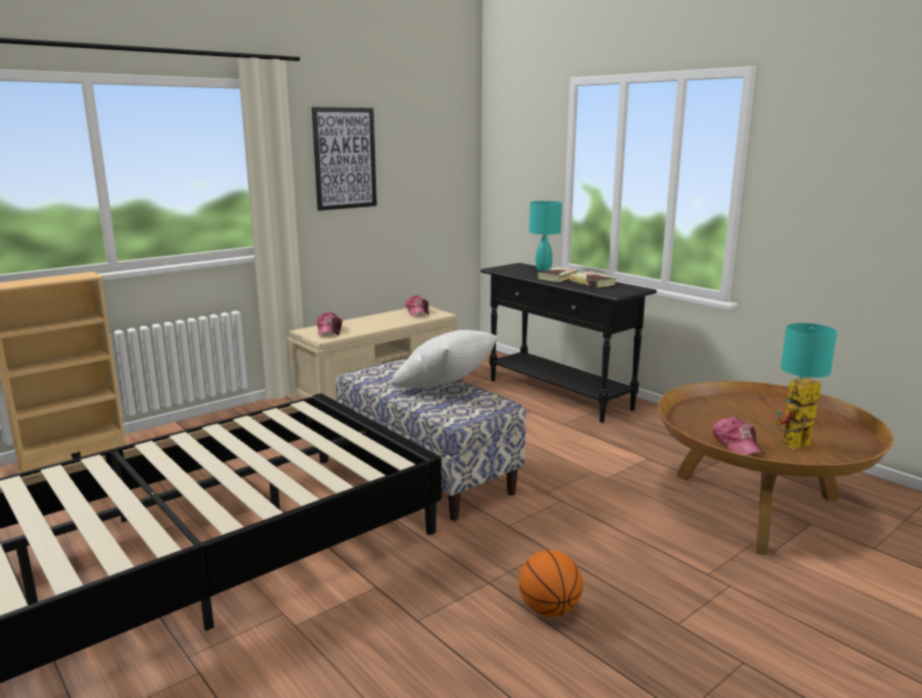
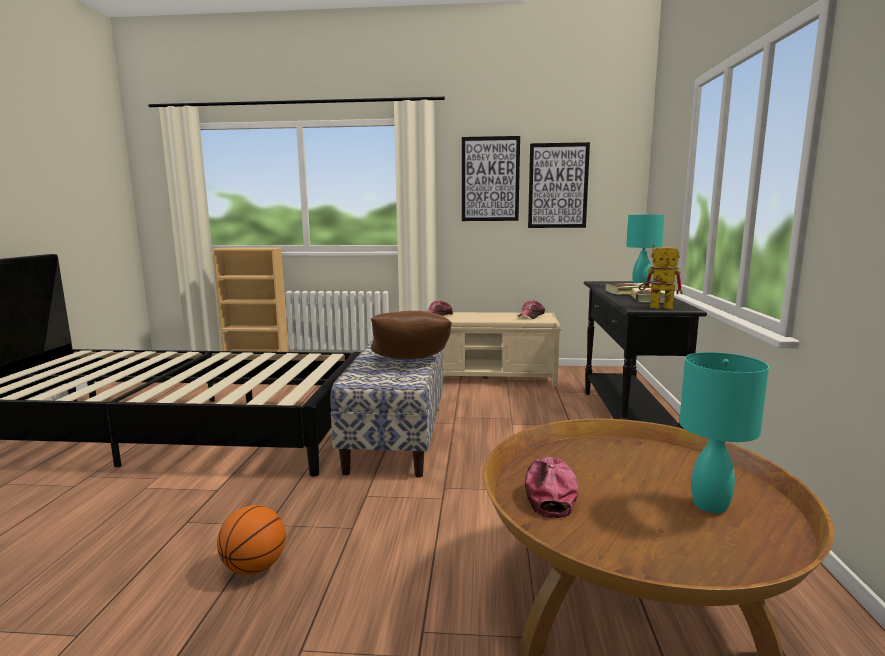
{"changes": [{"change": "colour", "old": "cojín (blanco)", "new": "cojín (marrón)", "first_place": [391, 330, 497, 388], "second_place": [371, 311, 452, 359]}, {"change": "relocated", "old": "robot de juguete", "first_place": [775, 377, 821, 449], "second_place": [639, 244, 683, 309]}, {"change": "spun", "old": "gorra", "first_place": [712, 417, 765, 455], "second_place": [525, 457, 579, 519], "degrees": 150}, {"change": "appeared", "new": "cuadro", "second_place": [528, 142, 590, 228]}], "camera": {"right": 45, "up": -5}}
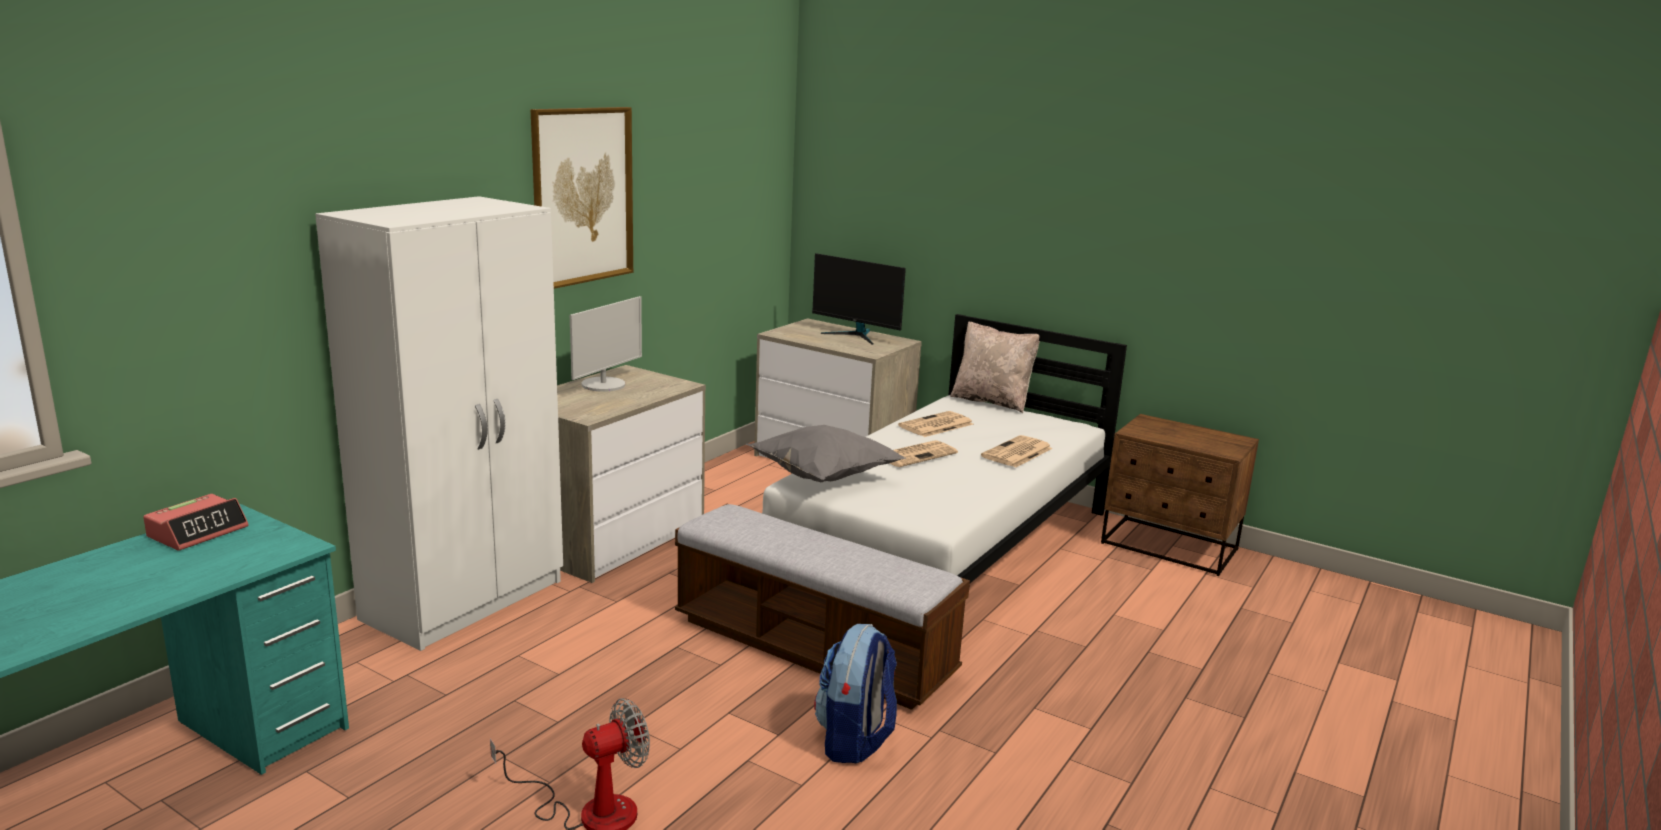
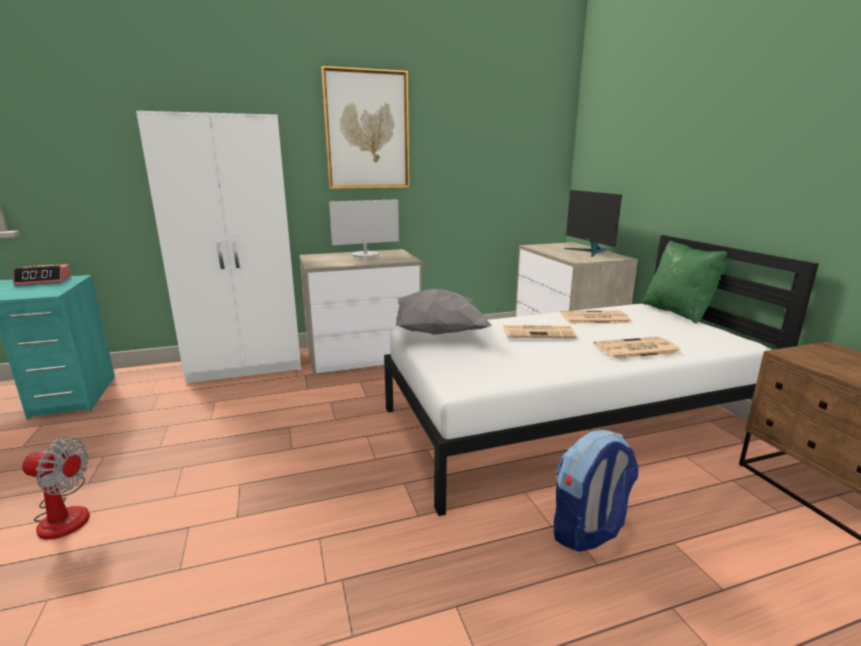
{"changes": [{"change": "colour", "old": "cojín (beis)", "new": "cojín (verde)", "first_place": [950, 322, 1040, 413], "second_place": [643, 241, 729, 324]}, {"change": "missing", "old": "banco", "first_place": [675, 504, 970, 710]}, {"change": "relocated", "old": "mochila", "first_place": [814, 624, 897, 763], "second_place": [554, 430, 639, 552]}], "camera": {"right": 40, "up": 0}}
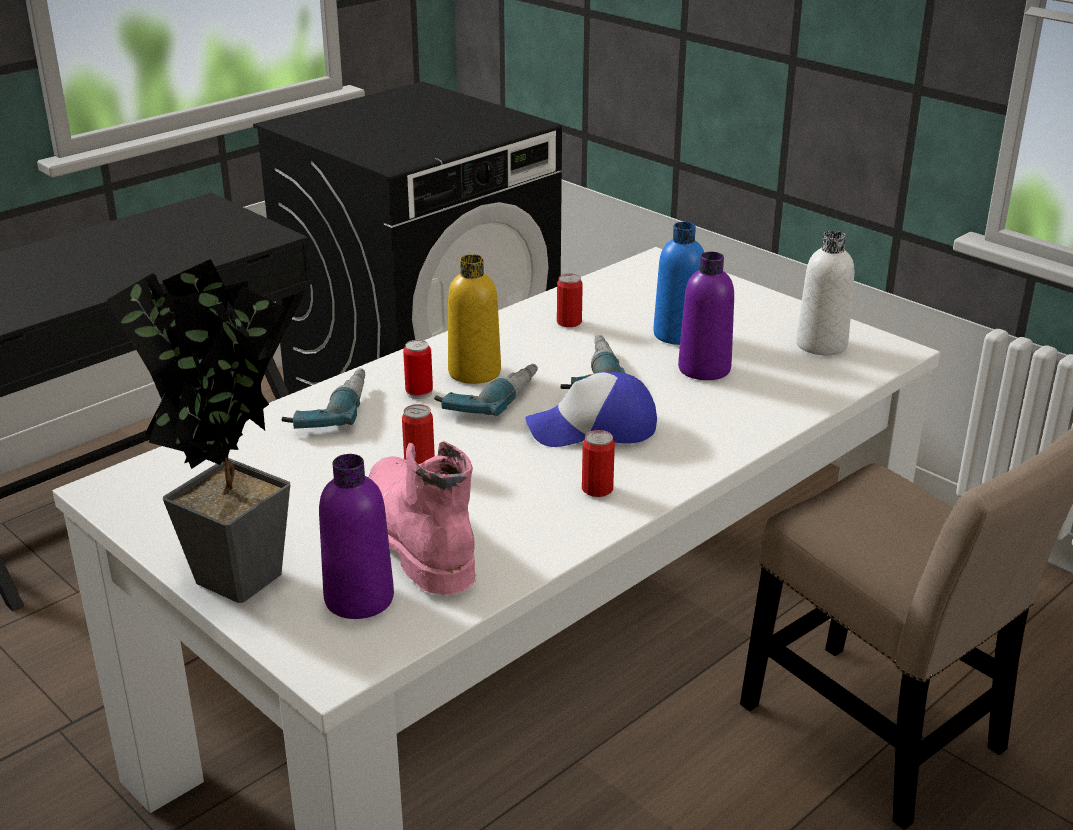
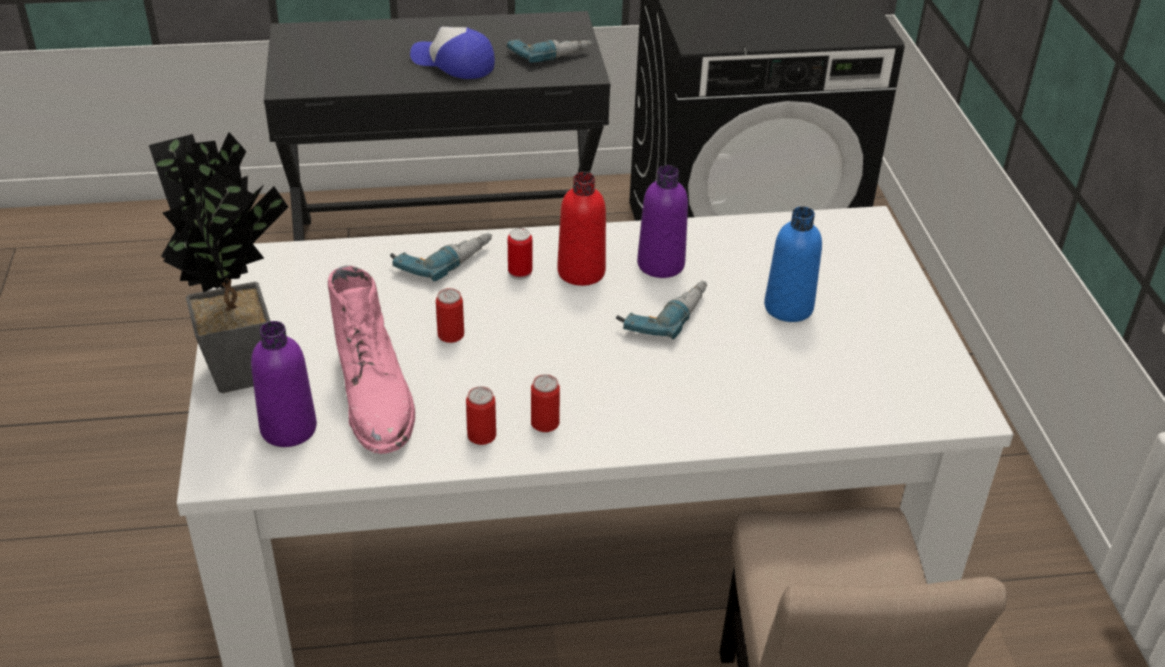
{"changes": [{"change": "missing", "old": "botella (blanco)", "first_place": [796, 231, 854, 355]}, {"change": "relocated", "old": "botella (morado)", "first_place": [678, 252, 734, 380], "second_place": [637, 165, 688, 278]}, {"change": "colour", "old": "botella (amarillo)", "new": "botella (rojo)", "first_place": [448, 255, 501, 384], "second_place": [557, 172, 606, 286]}, {"change": "relocated", "old": "lata", "first_place": [557, 273, 583, 327], "second_place": [466, 386, 496, 445]}, {"change": "relocated", "old": "taladro", "first_place": [434, 364, 538, 416], "second_place": [507, 38, 593, 63]}, {"change": "relocated", "old": "gorra", "first_place": [525, 372, 657, 447], "second_place": [410, 27, 495, 79]}, {"change": "spun", "old": "bota (rosa)", "first_place": [368, 441, 476, 595], "second_place": [328, 265, 415, 454], "degrees": 150}], "camera": {"right": 35, "up": 10}}
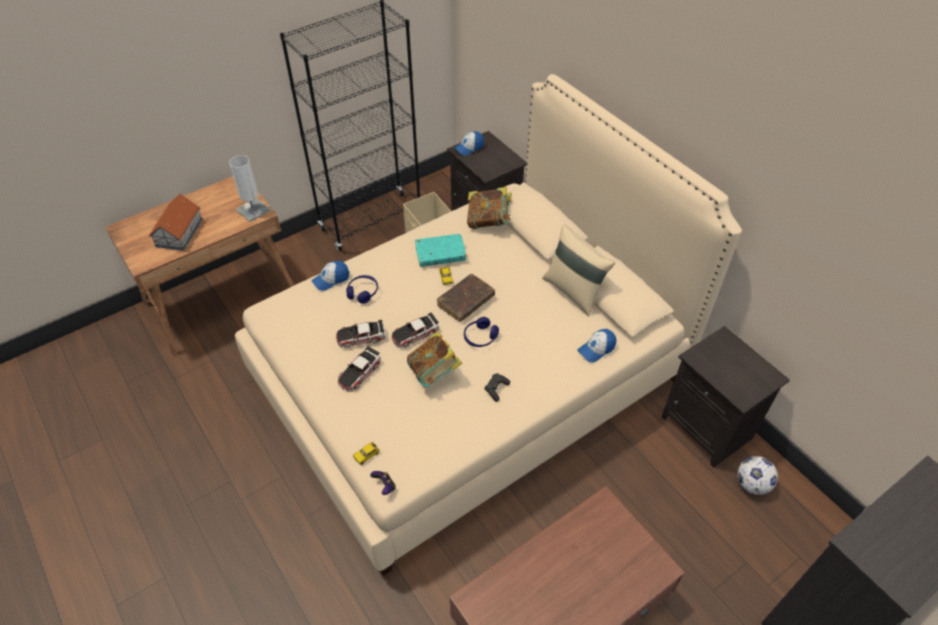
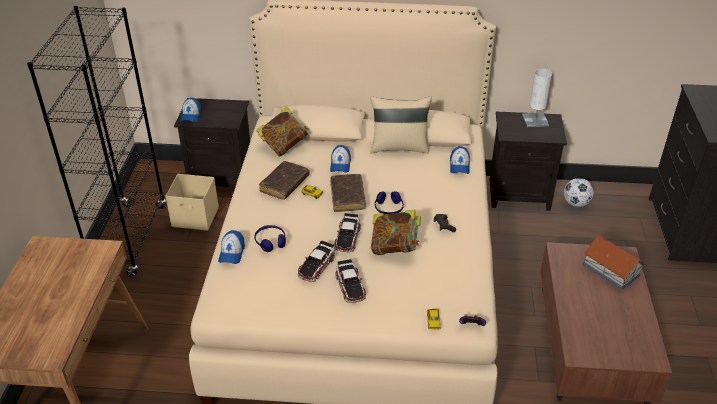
{"changes": [{"change": "relocated", "old": "lámpara de mesa (blanco)", "first_place": [229, 155, 270, 222], "second_place": [522, 69, 552, 127]}, {"change": "relocated", "old": "casita", "first_place": [149, 194, 203, 251], "second_place": [583, 235, 645, 290]}, {"change": "colour", "old": "libro (turquesa)", "new": "libro (marrón)", "first_place": [415, 234, 466, 267], "second_place": [259, 161, 310, 200]}, {"change": "appeared", "new": "gorra", "second_place": [330, 145, 351, 173]}], "camera": {"right": -50, "up": -10}}
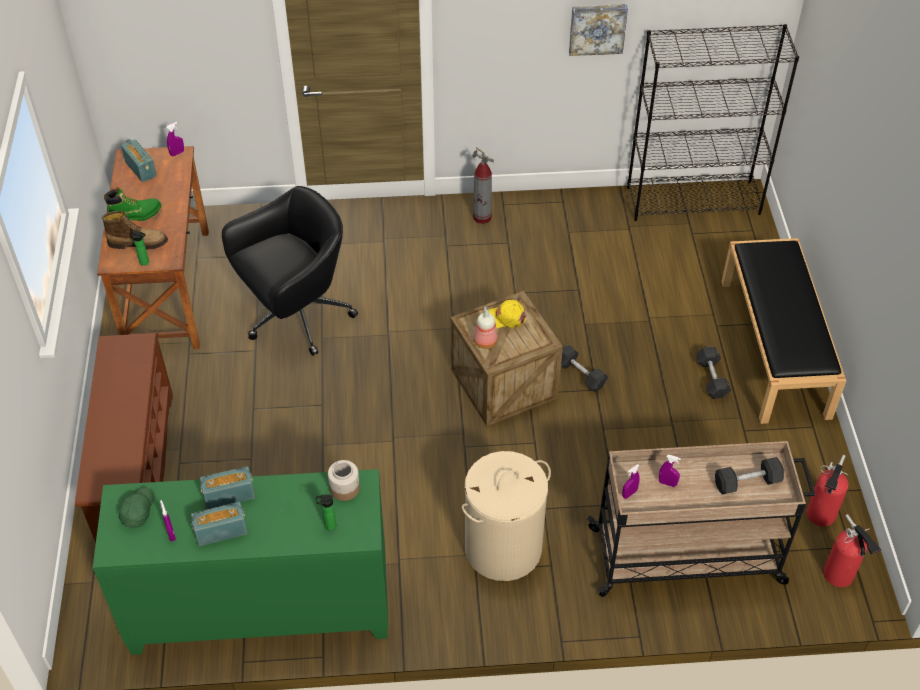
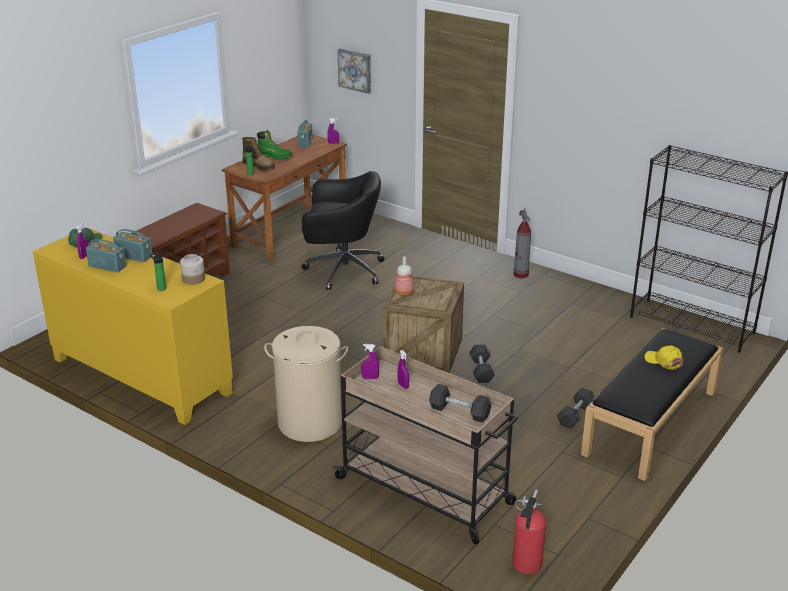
{"changes": [{"change": "relocated", "old": "cuadro", "first_place": [569, 4, 628, 56], "second_place": [337, 48, 371, 94]}, {"change": "relocated", "old": "gorra (amarillo)", "first_place": [489, 300, 527, 328], "second_place": [645, 345, 684, 370]}, {"change": "missing", "old": "extintor", "first_place": [806, 455, 849, 526]}, {"change": "colour", "old": "armario (verde)", "new": "armario (amarillo)", "first_place": [93, 469, 388, 655], "second_place": [32, 227, 233, 425]}], "camera": {"right": 40, "up": -20}}
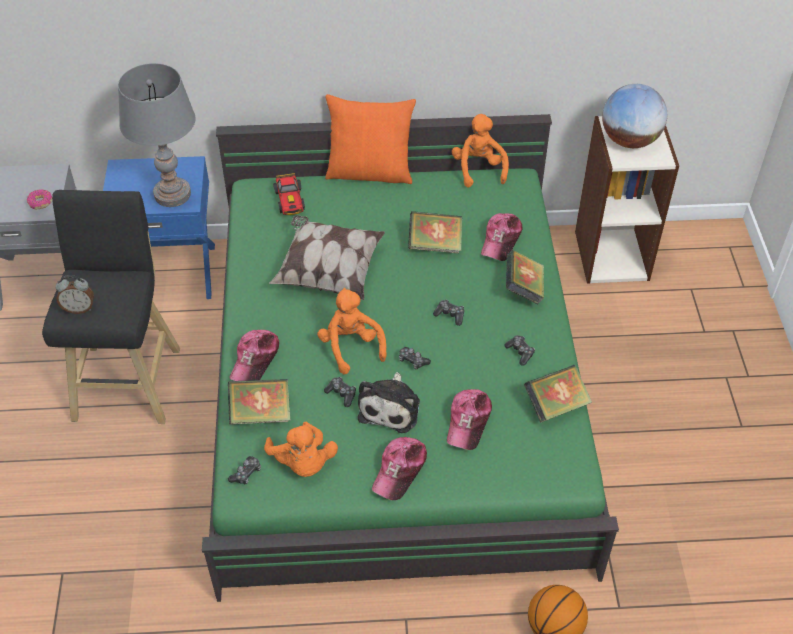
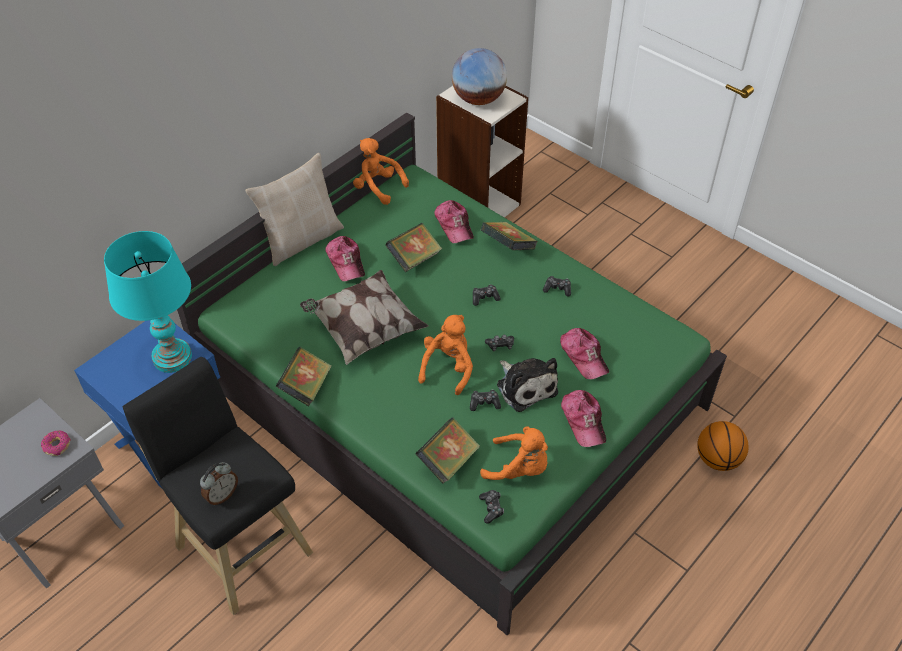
{"changes": [{"change": "colour", "old": "lámpara de mesa (gris)", "new": "lámpara de mesa (turquesa)", "first_place": [118, 63, 196, 207], "second_place": [104, 231, 192, 373]}, {"change": "colour", "old": "cojín (naranja)", "new": "cojín (beis)", "first_place": [325, 94, 416, 184], "second_place": [246, 153, 344, 266]}, {"change": "missing", "old": "coche de juguete", "first_place": [273, 173, 305, 215]}, {"change": "spun", "old": "peluche (naranja)", "first_place": [317, 288, 387, 374], "second_place": [418, 315, 473, 395], "degrees": 90}, {"change": "relocated", "old": "gorra", "first_place": [229, 330, 279, 381], "second_place": [325, 236, 365, 281]}, {"change": "relocated", "old": "libro", "first_place": [524, 365, 592, 423], "second_place": [276, 347, 332, 406]}], "camera": {"right": -45, "up": 0}}
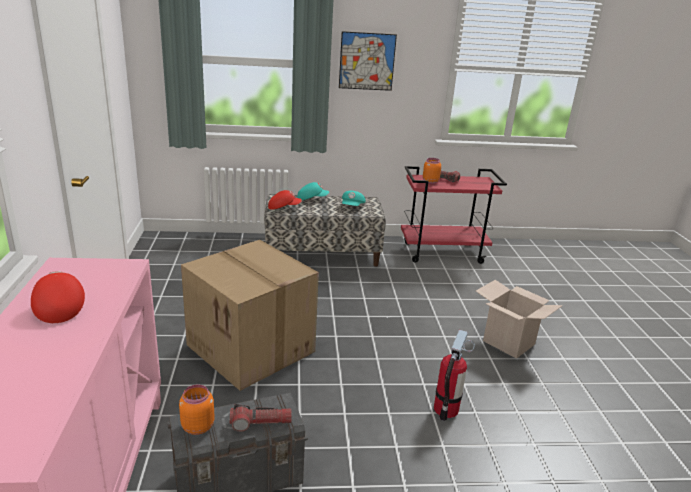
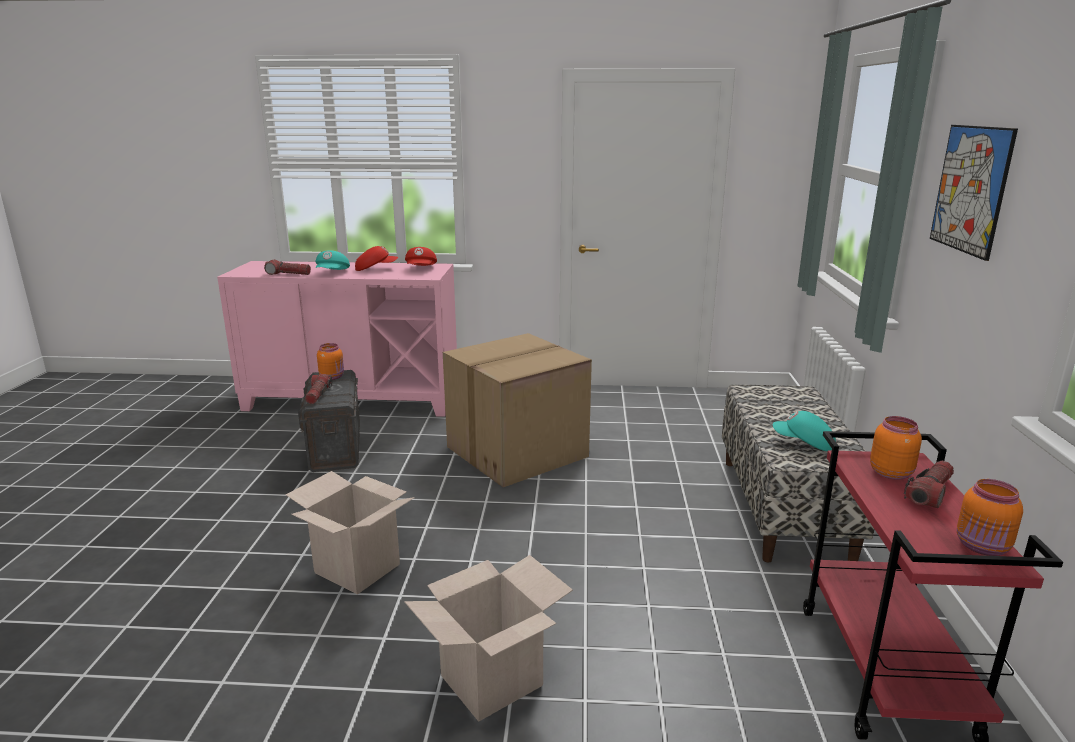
{"changes": [{"change": "relocated", "old": "gorra (turquesa)", "first_place": [297, 182, 329, 200], "second_place": [315, 250, 350, 270]}, {"change": "relocated", "old": "gorra (rojo)", "first_place": [268, 190, 302, 210], "second_place": [405, 247, 437, 266]}, {"change": "exchanged", "old": "extintor", "new": "caja de cartón", "first_place": [434, 330, 475, 421], "second_place": [286, 471, 415, 595]}, {"change": "appeared", "new": "linterna", "second_place": [264, 259, 311, 275]}, {"change": "appeared", "new": "tarro (naranja)", "second_place": [957, 479, 1023, 556]}], "camera": {"right": 100, "up": -5}}
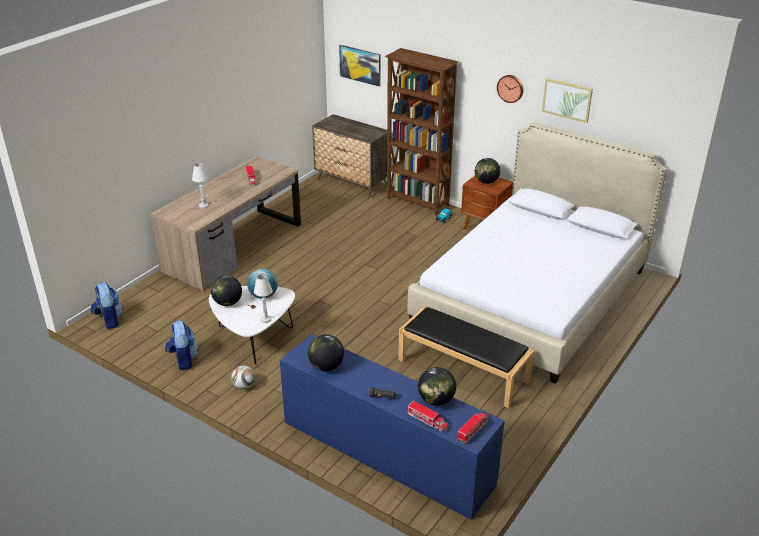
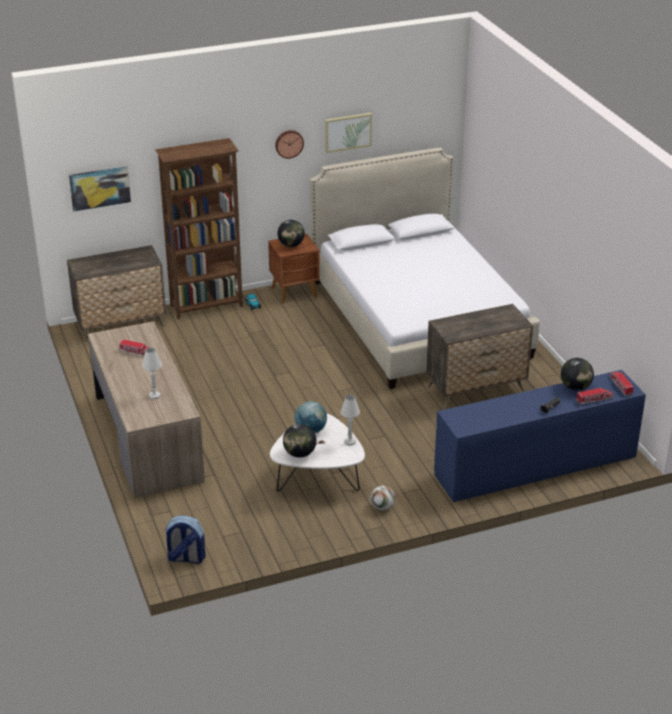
{"changes": [{"change": "exchanged", "old": "banco (negro)", "new": "cómoda", "first_place": [398, 306, 535, 408], "second_place": [426, 304, 533, 410]}, {"change": "missing", "old": "mochila", "first_place": [165, 320, 199, 370]}, {"change": "missing", "old": "globo terráqueo", "first_place": [308, 334, 344, 371]}], "camera": {"right": -55, "up": 0}}
